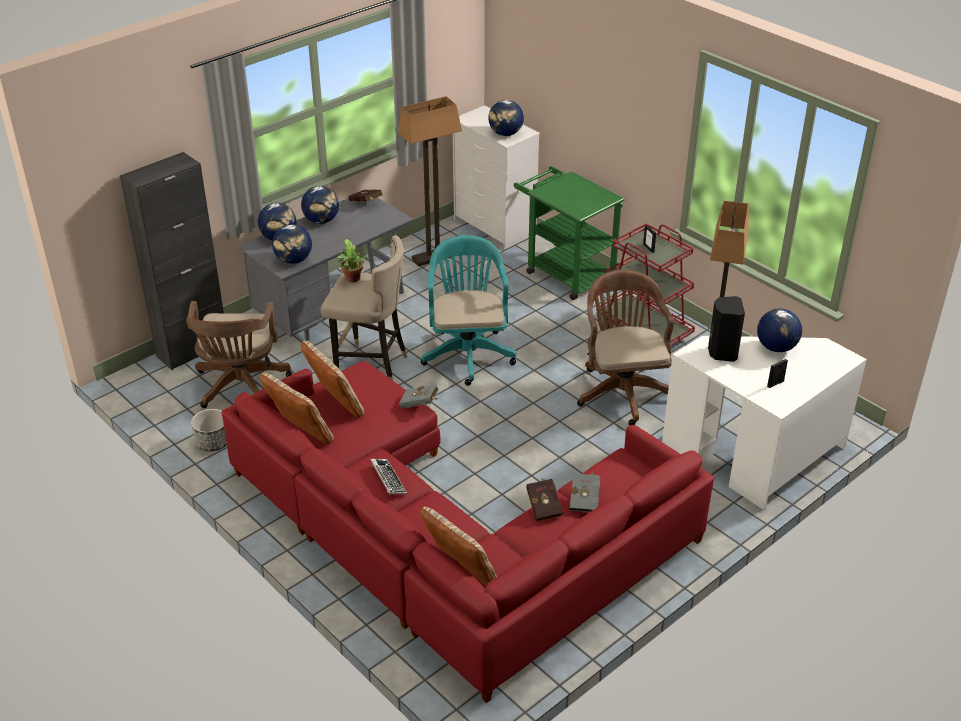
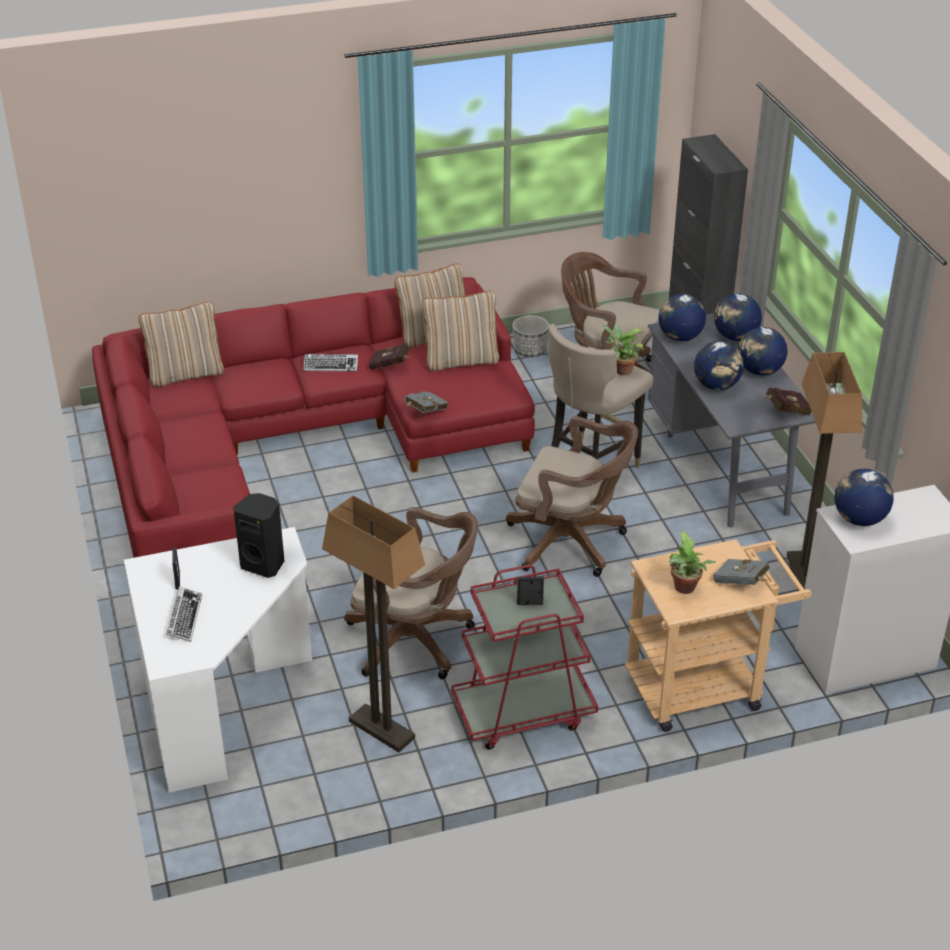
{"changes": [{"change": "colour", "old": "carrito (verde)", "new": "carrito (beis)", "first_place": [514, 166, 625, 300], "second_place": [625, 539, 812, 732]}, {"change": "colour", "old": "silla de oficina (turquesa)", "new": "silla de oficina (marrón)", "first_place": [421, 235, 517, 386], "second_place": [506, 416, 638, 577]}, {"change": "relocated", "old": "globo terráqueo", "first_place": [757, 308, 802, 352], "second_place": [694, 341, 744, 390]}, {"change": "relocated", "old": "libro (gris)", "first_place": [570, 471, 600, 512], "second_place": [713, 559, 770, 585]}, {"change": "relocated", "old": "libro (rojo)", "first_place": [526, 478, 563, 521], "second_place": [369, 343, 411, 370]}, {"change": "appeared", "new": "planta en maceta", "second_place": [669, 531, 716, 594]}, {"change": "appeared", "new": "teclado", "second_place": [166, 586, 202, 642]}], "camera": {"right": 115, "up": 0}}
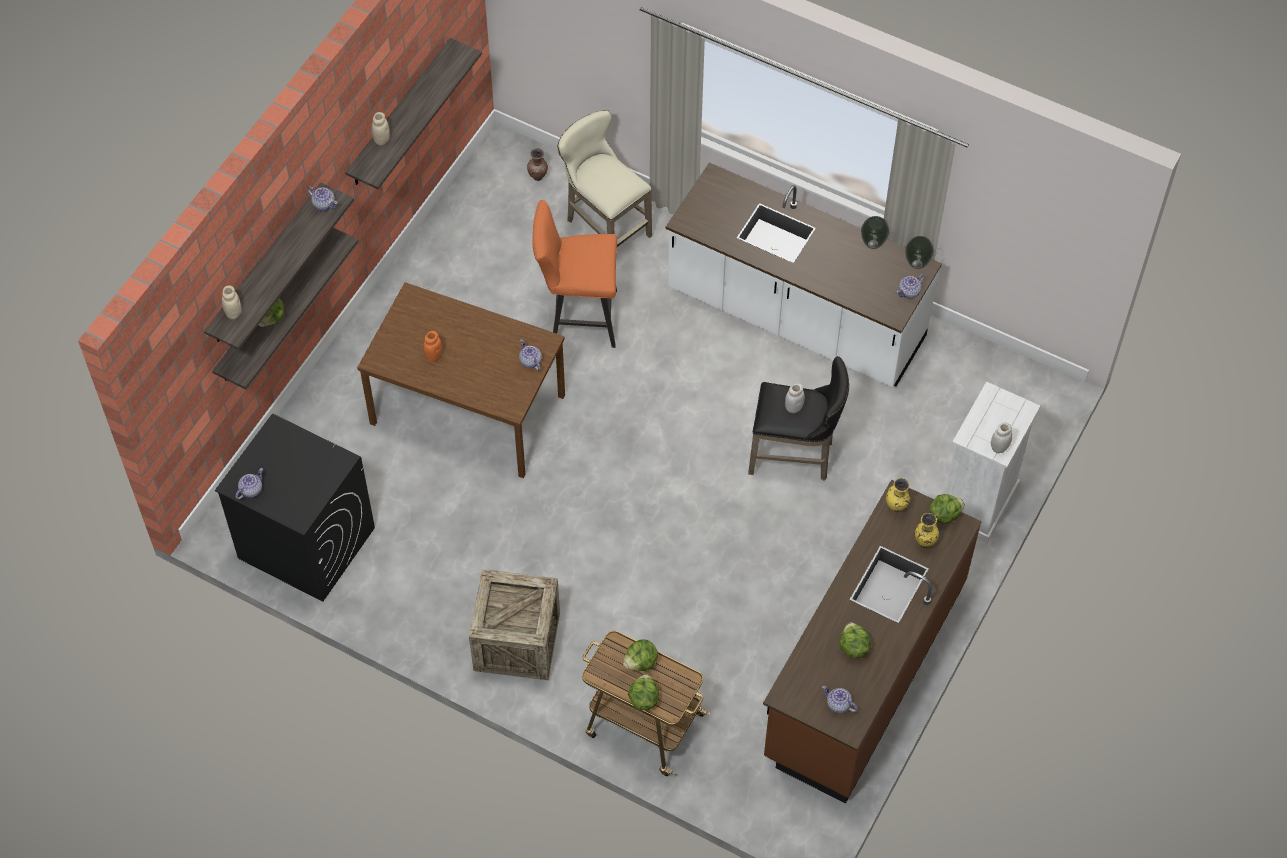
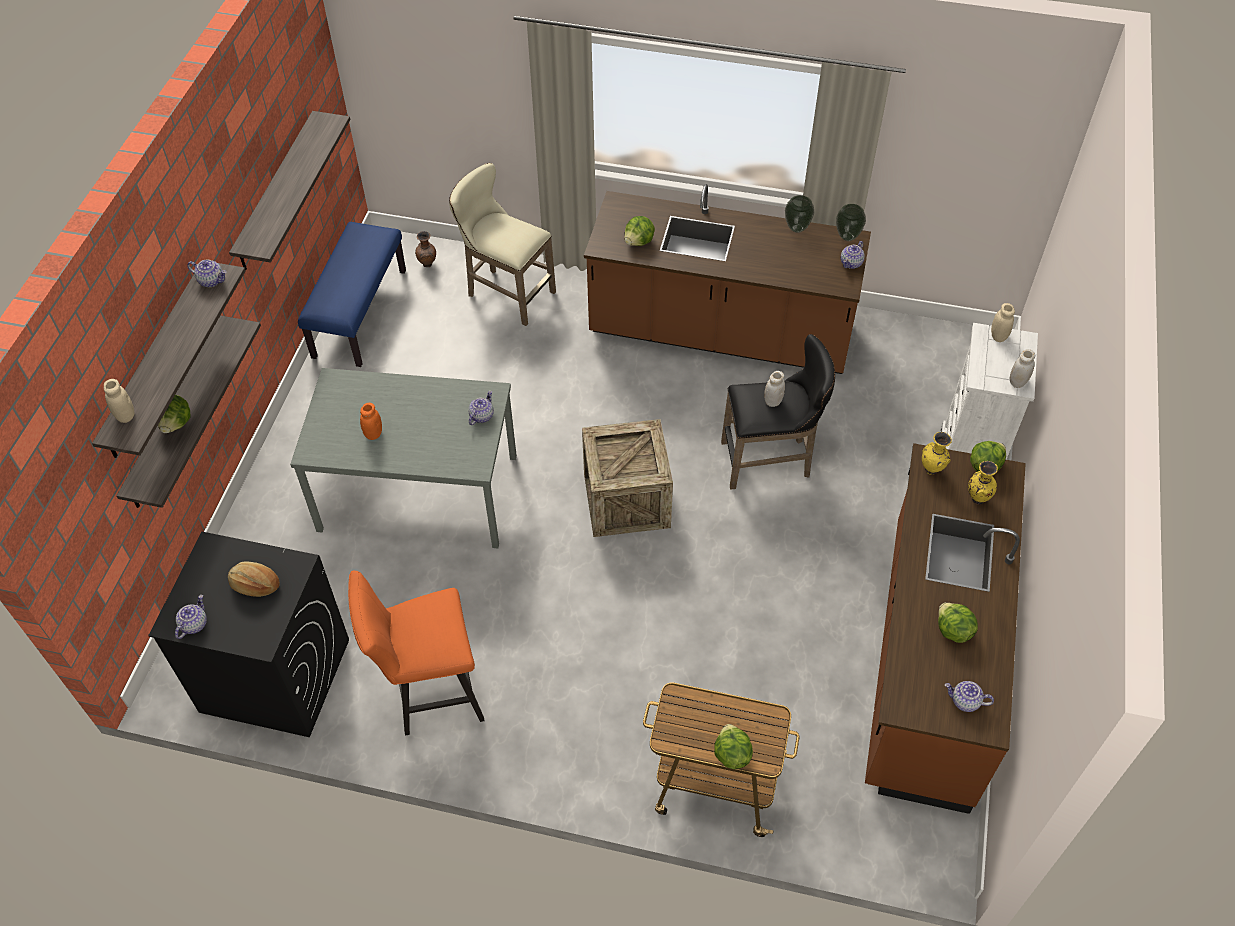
{"changes": [{"change": "relocated", "old": "tarro (beis)", "first_place": [372, 112, 390, 145], "second_place": [991, 303, 1015, 342]}, {"change": "colour", "old": "mueble bajo de cocina (blanco)", "new": "mueble bajo de cocina (marrón)", "first_place": [666, 163, 942, 387], "second_place": [584, 184, 871, 374]}, {"change": "relocated", "old": "taburete (naranja)", "first_place": [533, 200, 617, 348], "second_place": [348, 571, 485, 735]}, {"change": "colour", "old": "mesa de comedor (marrón)", "new": "mesa de comedor (gris)", "first_place": [357, 282, 565, 478], "second_place": [290, 368, 517, 548]}, {"change": "spun", "old": "tetera", "first_place": [519, 339, 542, 371], "second_place": [468, 391, 494, 425], "degrees": 75}, {"change": "relocated", "old": "caja de embalaje", "first_place": [469, 569, 560, 680], "second_place": [582, 419, 673, 537]}, {"change": "relocated", "old": "lechuga", "first_place": [623, 639, 658, 671], "second_place": [624, 216, 655, 246]}, {"change": "appeared", "new": "banco (azul)", "second_place": [298, 222, 406, 367]}, {"change": "appeared", "new": "pan", "second_place": [228, 561, 280, 597]}], "camera": {"right": -15, "up": -5}}
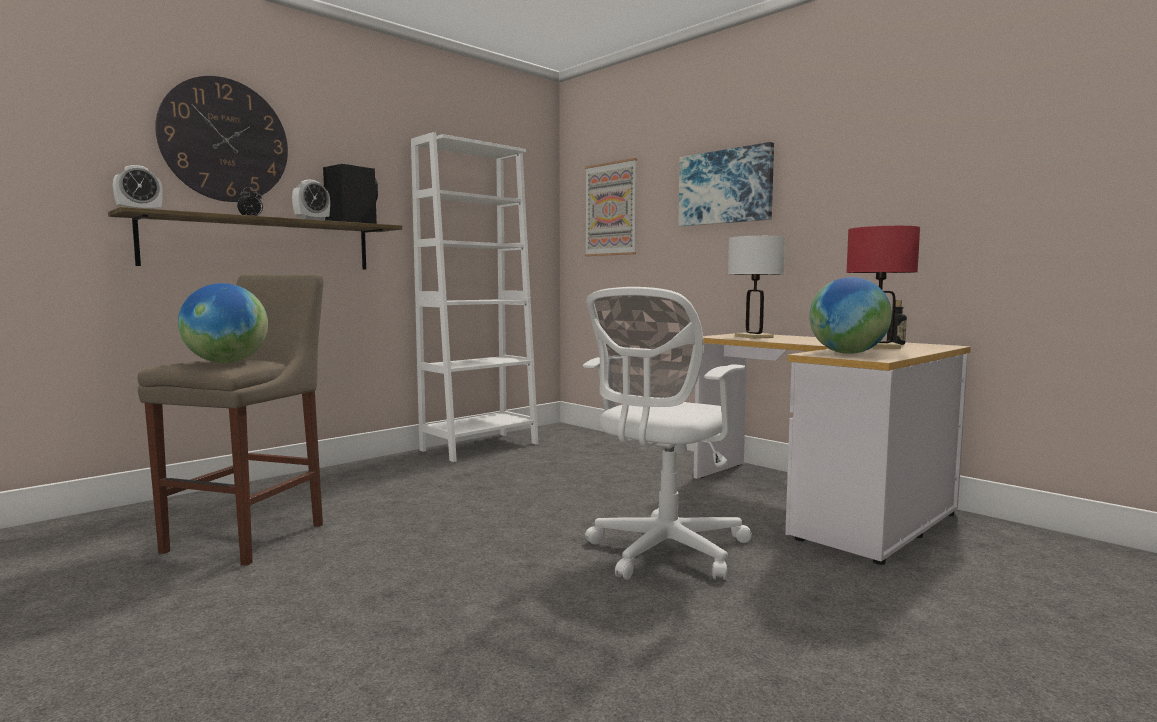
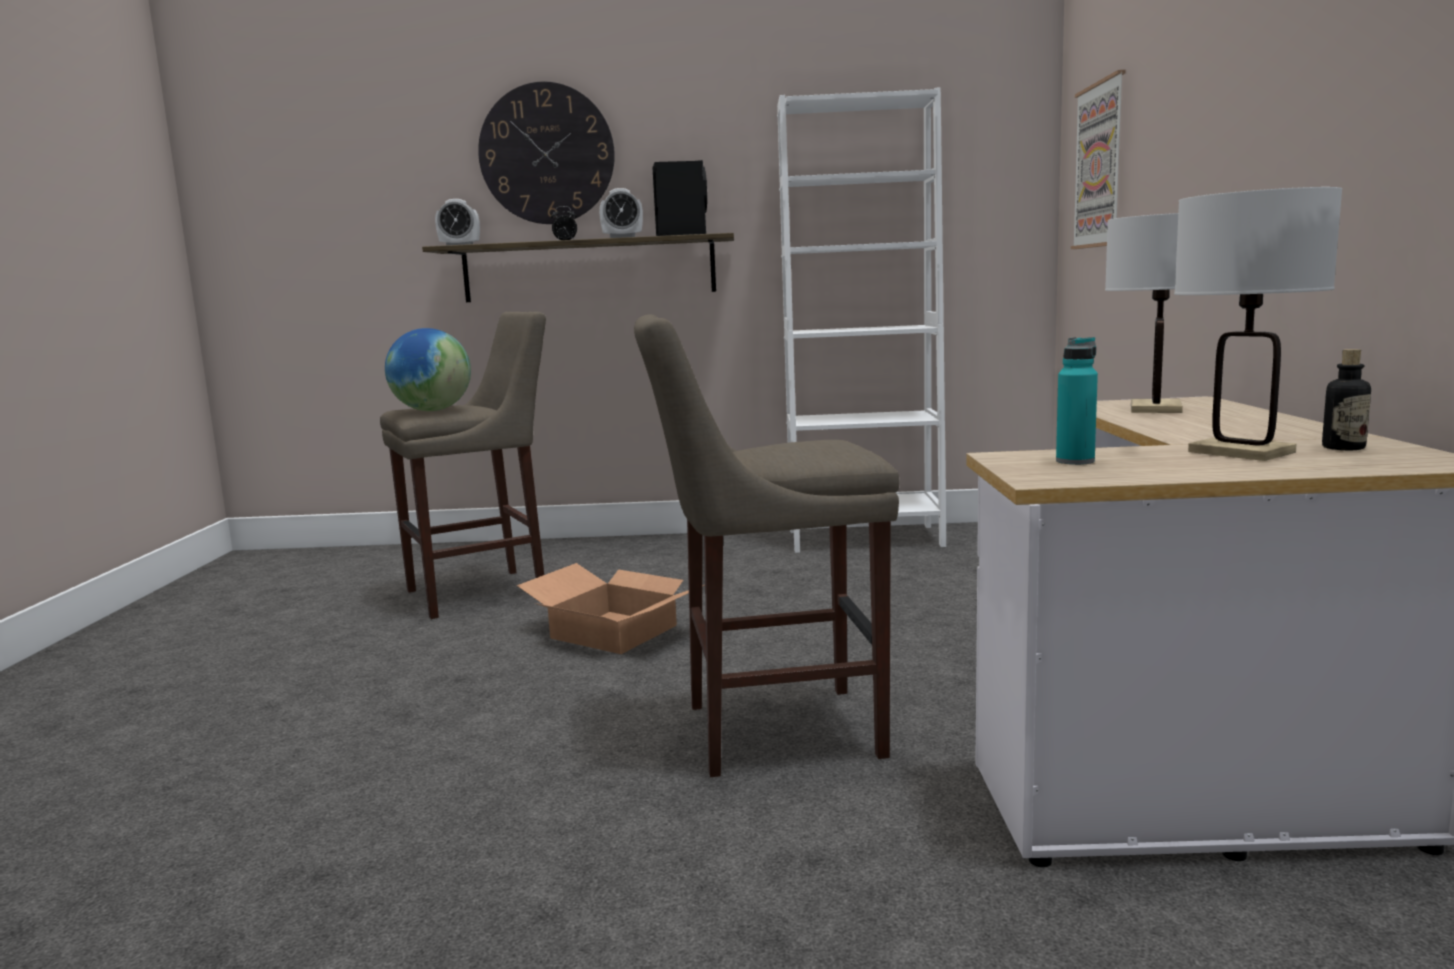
{"changes": [{"change": "missing", "old": "cuadro", "first_place": [678, 142, 774, 226]}, {"change": "colour", "old": "lámpara de mesa (rojo)", "new": "lámpara de mesa (blanco)", "first_place": [846, 226, 920, 349], "second_place": [1174, 187, 1342, 461]}, {"change": "exchanged", "old": "globo terráqueo", "new": "botella (turquesa)", "first_place": [809, 277, 892, 354], "second_place": [1056, 337, 1098, 465]}, {"change": "exchanged", "old": "silla de oficina (blanco)", "new": "taburete (beis)", "first_place": [583, 287, 752, 580], "second_place": [634, 315, 899, 777]}, {"change": "appeared", "new": "caja de cartón", "second_place": [517, 563, 705, 654]}], "camera": {"right": 45, "up": 5}}
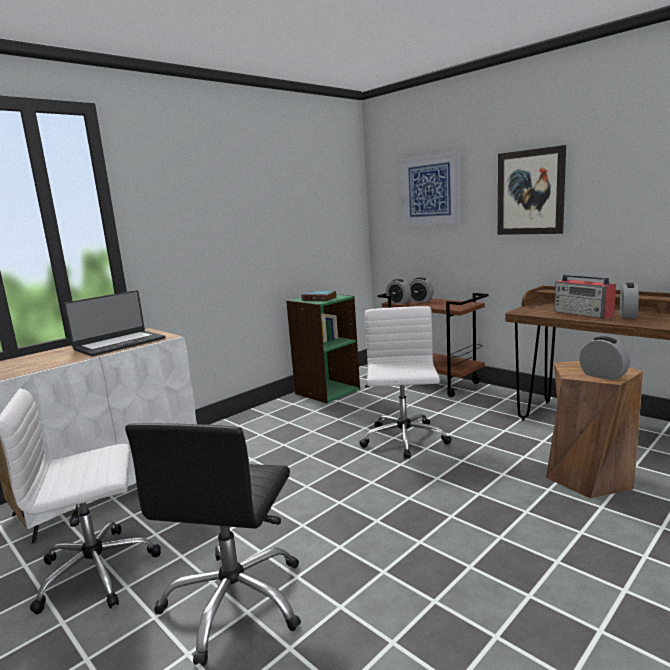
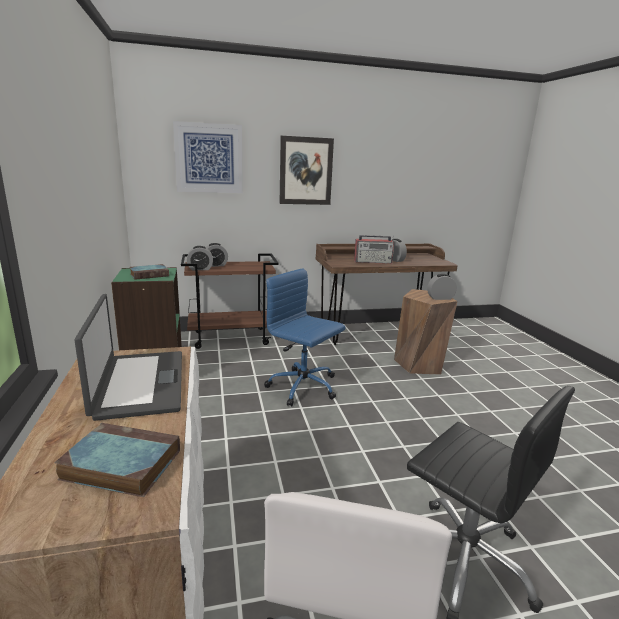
{"changes": [{"change": "colour", "old": "silla de oficina (blanco)", "new": "silla de oficina (azul)", "first_place": [359, 306, 452, 459], "second_place": [264, 268, 345, 407]}, {"change": "appeared", "new": "libro", "second_place": [54, 423, 180, 497]}], "camera": {"right": -60, "up": 5}}
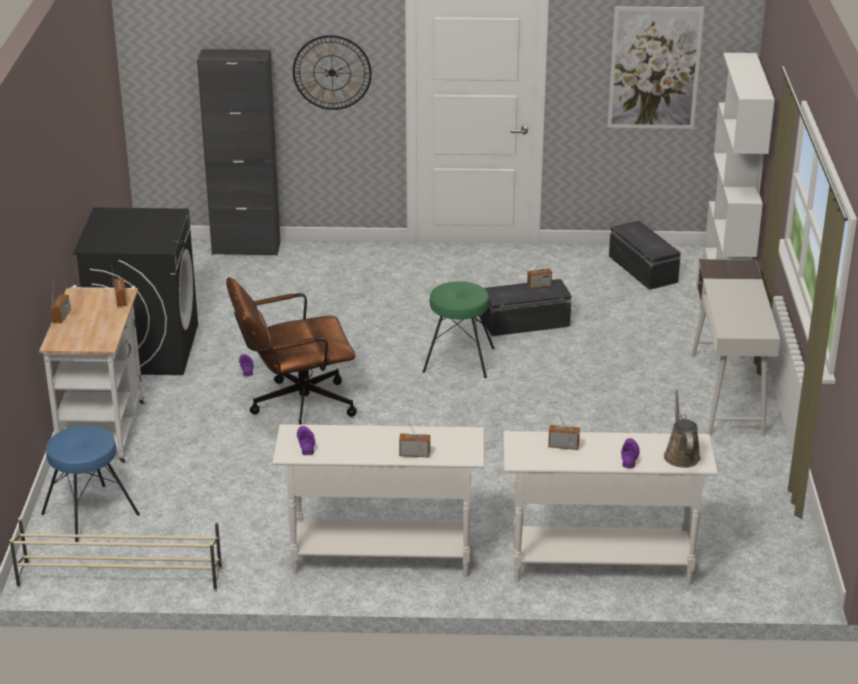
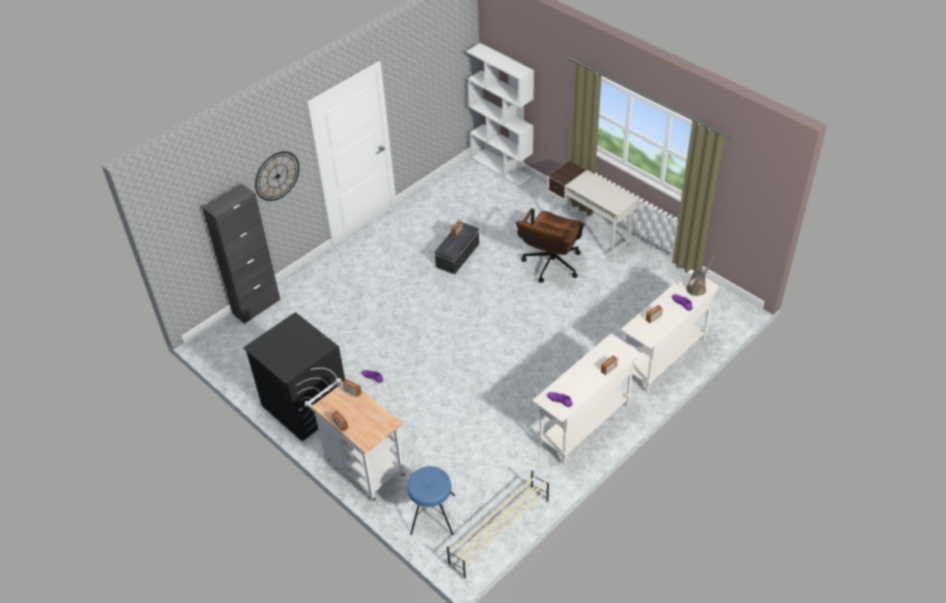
{"changes": [{"change": "missing", "old": "cuadro", "first_place": [607, 6, 704, 129]}, {"change": "missing", "old": "caja de almacenaje (negro)", "first_place": [609, 221, 681, 290]}, {"change": "relocated", "old": "silla de oficina (marrón)", "first_place": [226, 277, 357, 425], "second_place": [516, 208, 585, 283]}, {"change": "missing", "old": "taburete (verde)", "first_place": [423, 281, 494, 378]}, {"change": "spun", "old": "regadera (marrón)", "first_place": [664, 390, 701, 468], "second_place": [686, 256, 714, 296], "degrees": 90}], "camera": {"right": -45, "up": 15}}
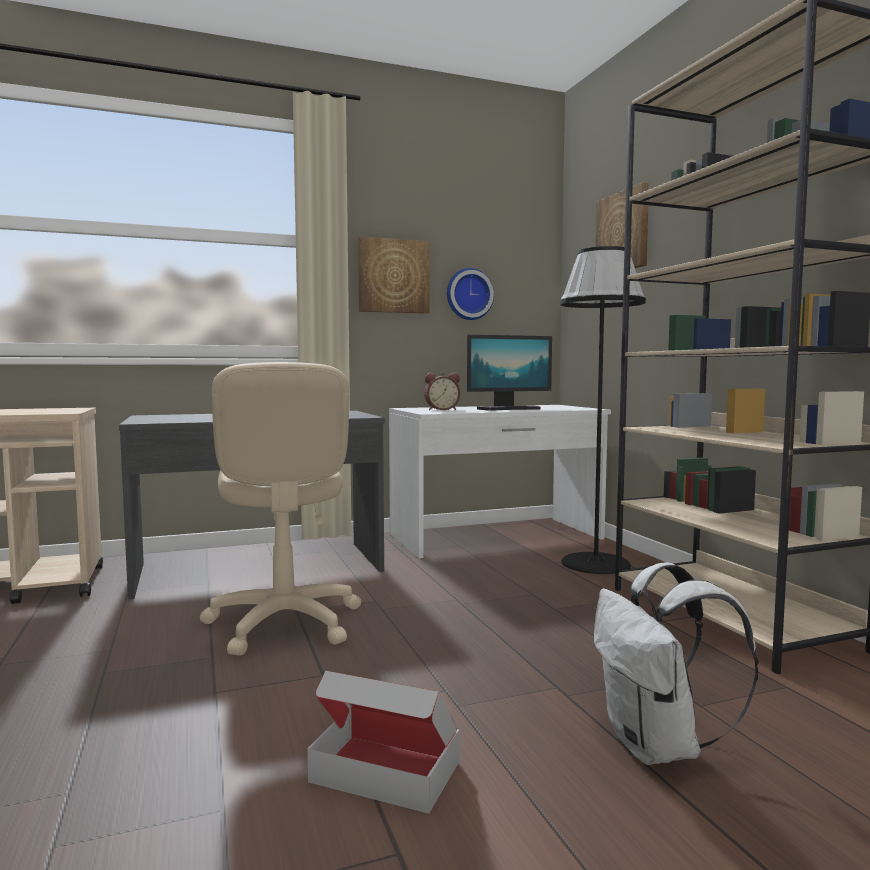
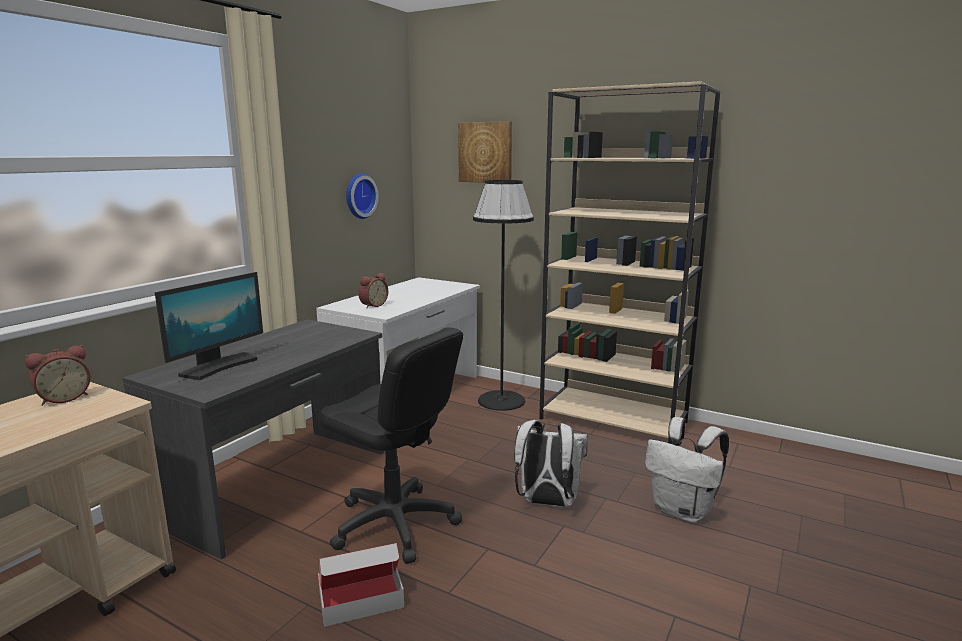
{"changes": [{"change": "missing", "old": "cuadro", "first_place": [358, 236, 429, 314]}, {"change": "relocated", "old": "monitor", "first_place": [467, 335, 552, 411], "second_place": [155, 272, 263, 380]}, {"change": "colour", "old": "silla de oficina (beis)", "new": "silla de oficina (negro)", "first_place": [200, 362, 361, 656], "second_place": [319, 327, 463, 564]}, {"change": "relocated", "old": "caja de cartón", "first_place": [307, 671, 460, 814], "second_place": [318, 543, 404, 627]}, {"change": "appeared", "new": "despertador", "second_place": [25, 345, 91, 406]}, {"change": "appeared", "new": "mochila (blanco)", "second_place": [514, 420, 588, 507]}], "camera": {"right": -40, "up": 10}}
